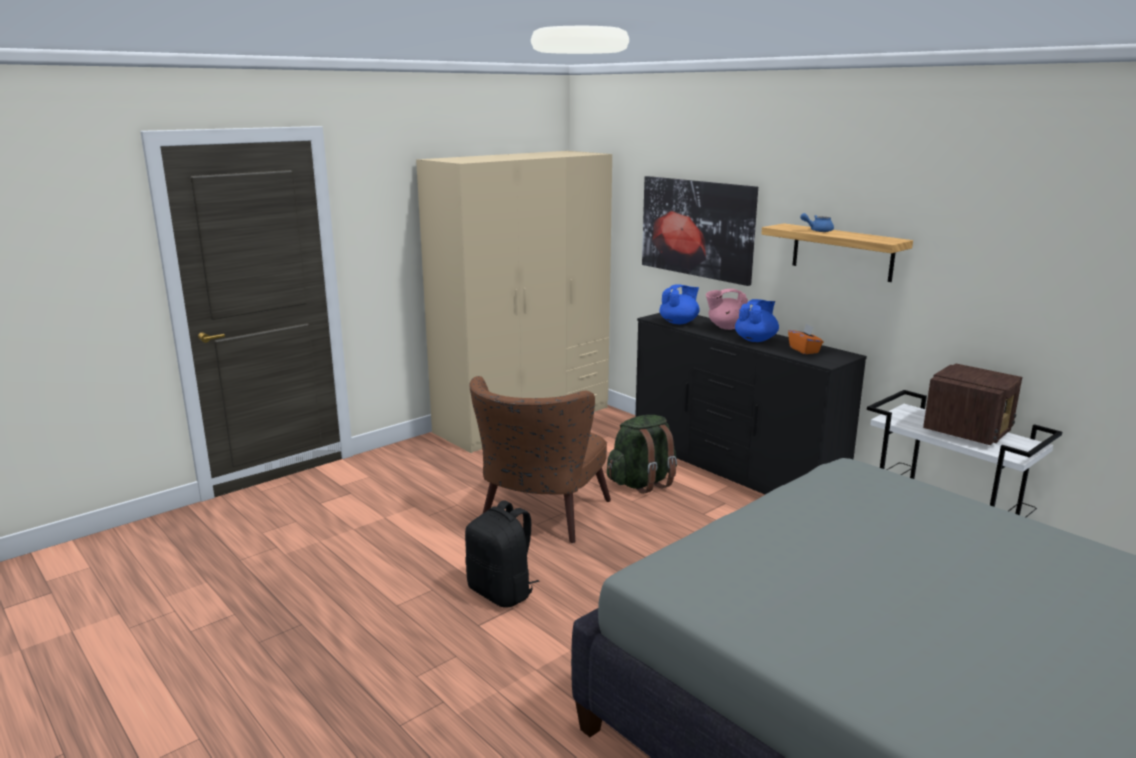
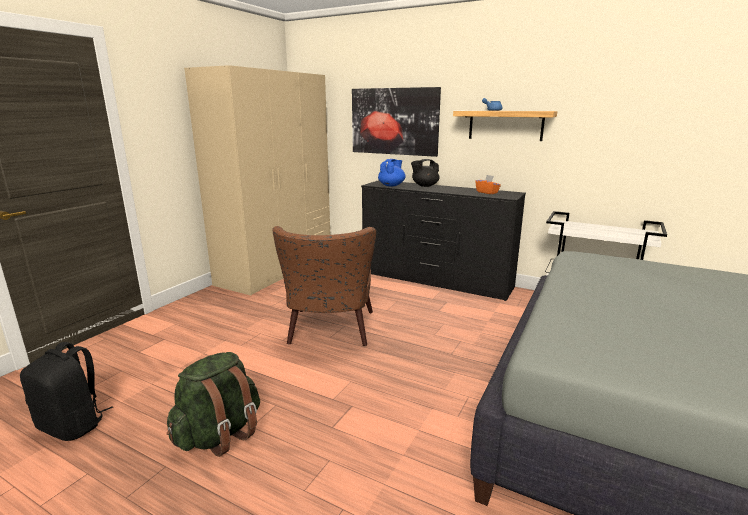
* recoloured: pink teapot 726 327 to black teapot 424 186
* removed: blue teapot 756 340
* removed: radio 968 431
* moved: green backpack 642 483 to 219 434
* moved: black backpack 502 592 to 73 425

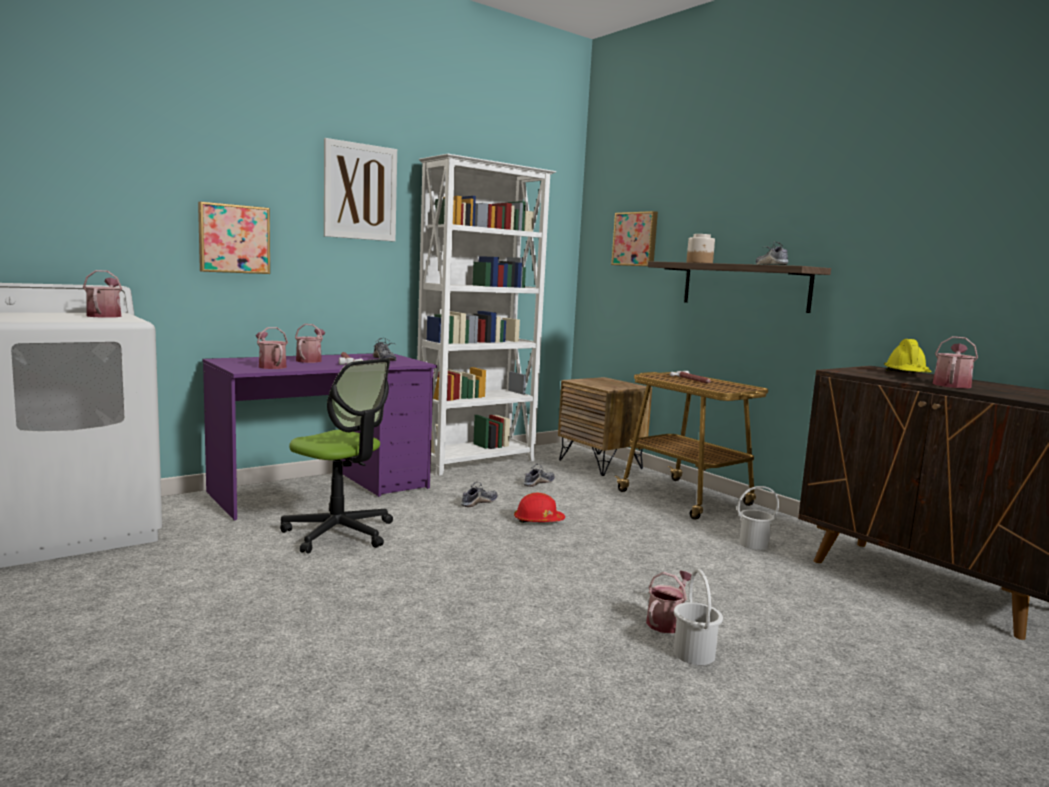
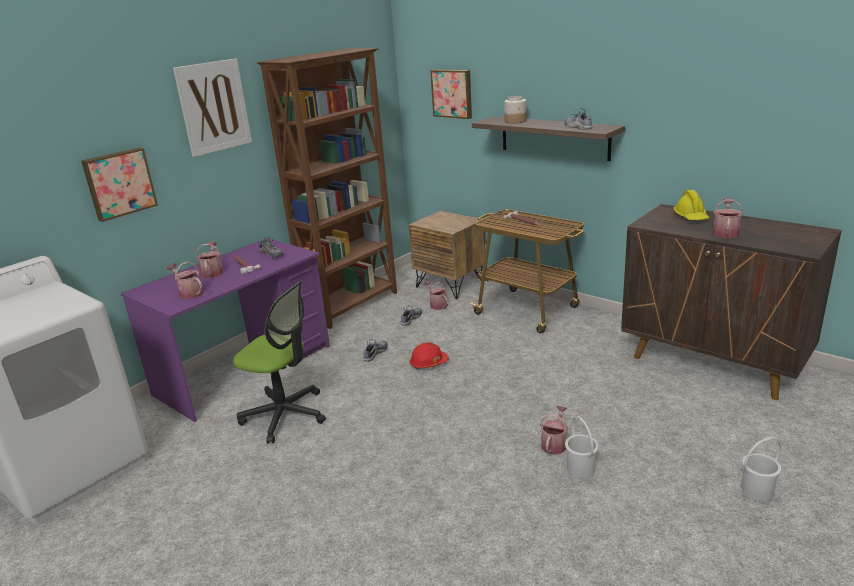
* recoloured: white bookcase 477 462 to brown bookcase 352 305
* moved: watering can 105 315 to 437 304
* moved: white bucket 753 544 to 756 489

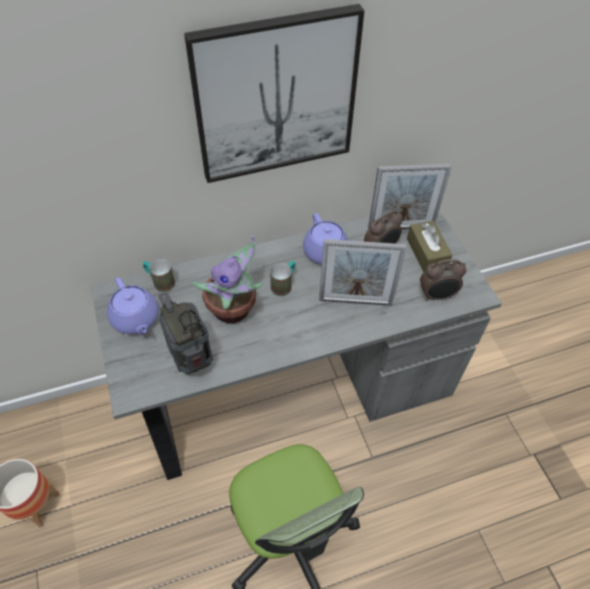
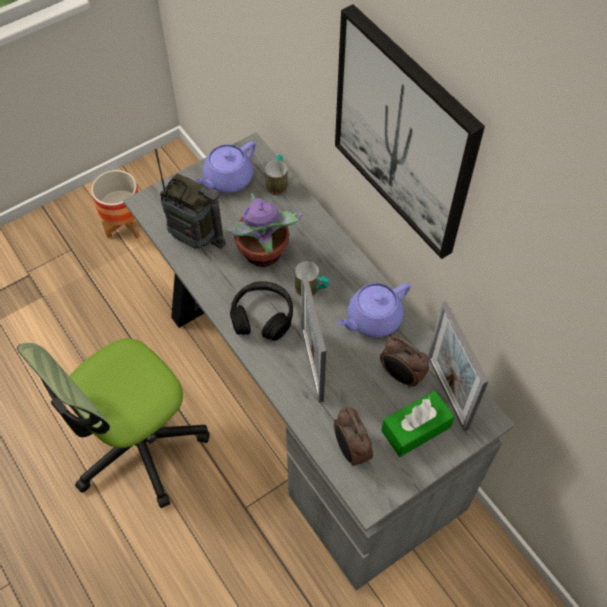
* recoloured: brown tissue box 426 253 to green tissue box 415 429
* turned: radio 192 360 = 194 238 75 degrees clockwise
* added: black headphones 262 316

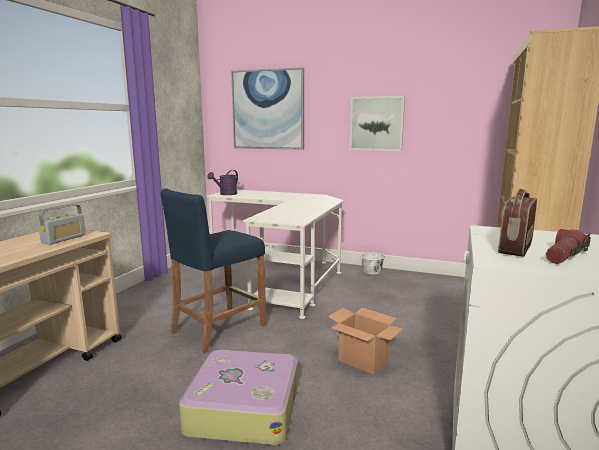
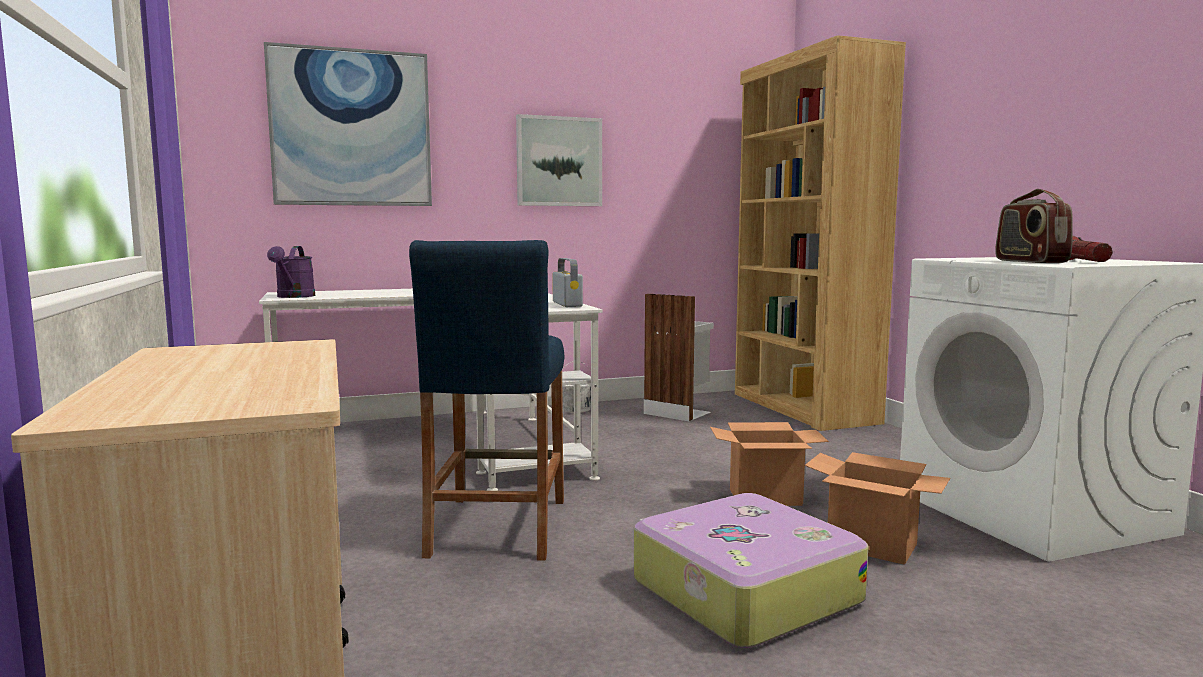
* moved: radio 64 239 to 567 304
* added: white trash can 678 412
* added: cardboard box 873 546

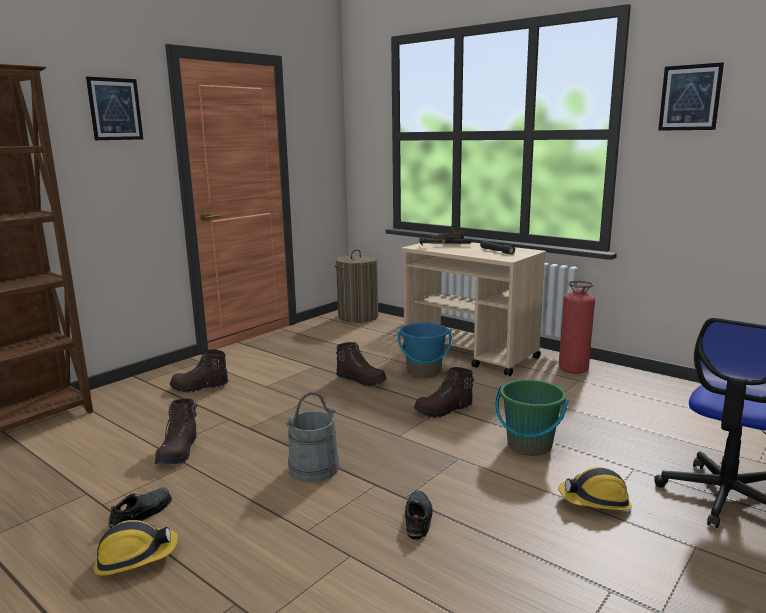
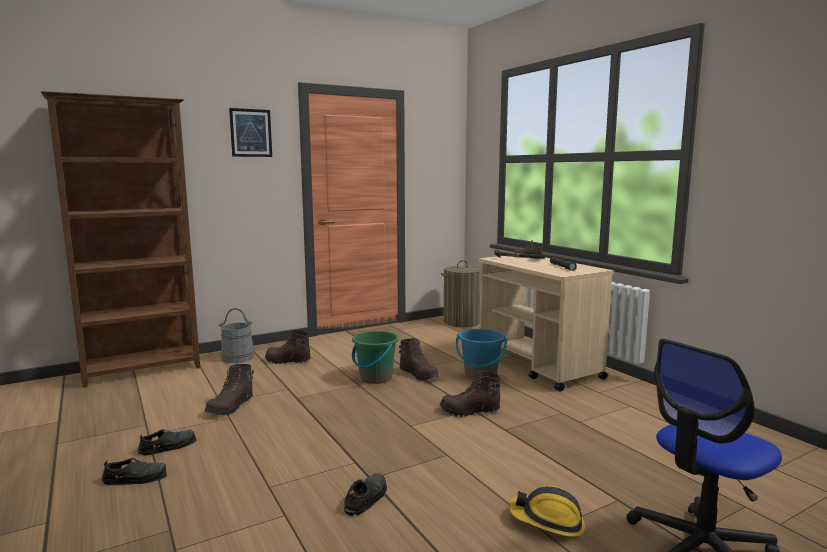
* removed: picture 690 97
* removed: fire extinguisher 573 369
* moved: green bucket 529 445 to 375 378
* moved: grey bucket 313 468 to 238 357
* replaced: hard hat 136 557 to black shoe 136 478

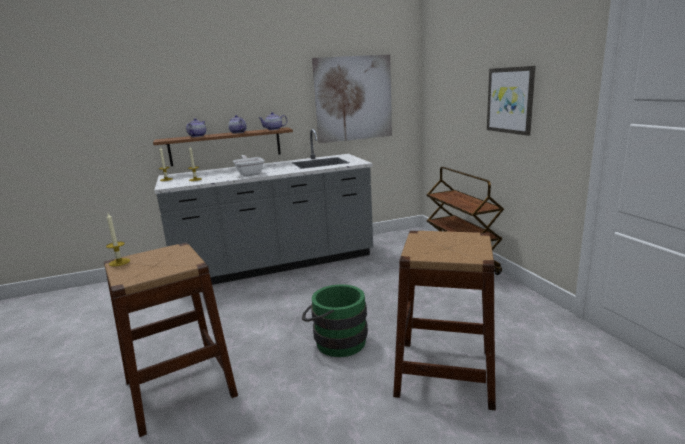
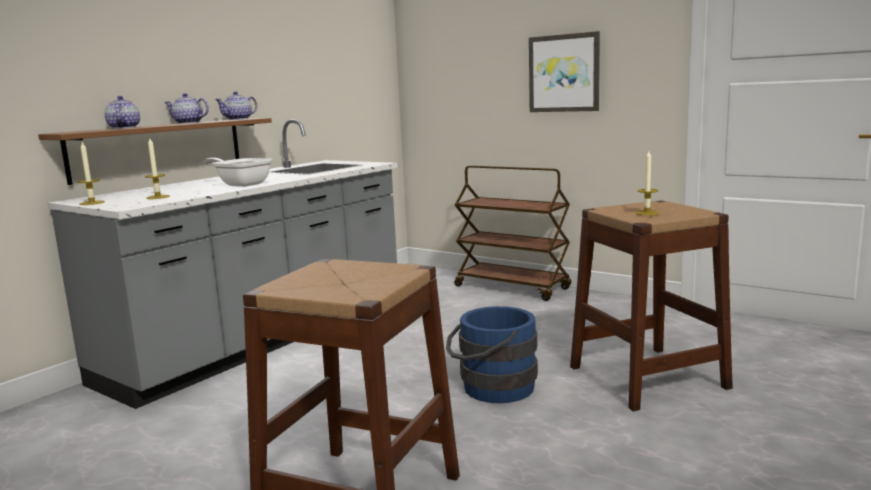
* removed: picture 353 98
* moved: candle 119 262 to 647 213
* recoloured: green bucket 335 341 to blue bucket 491 388

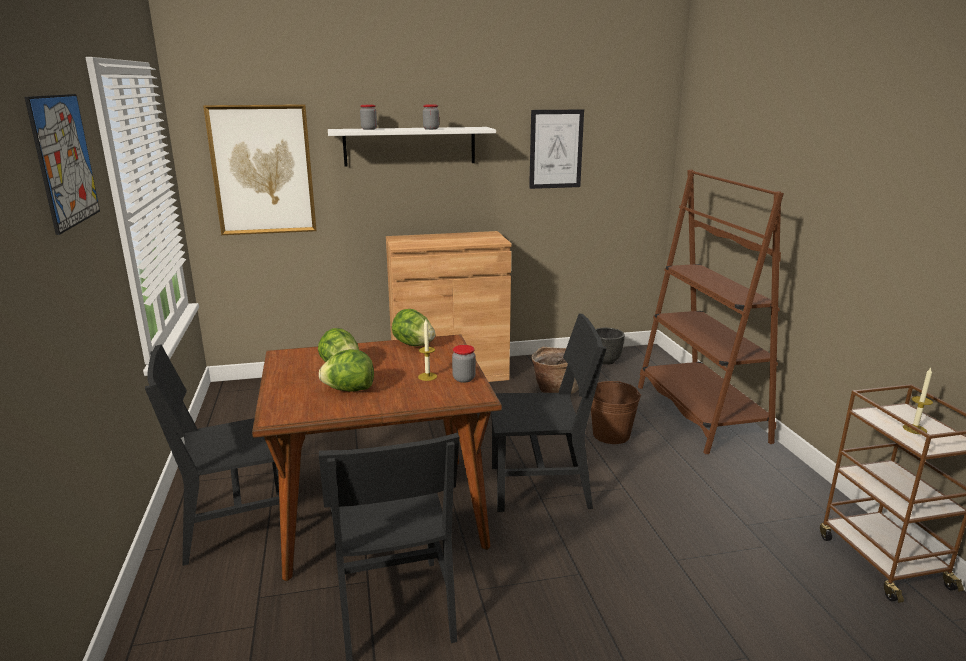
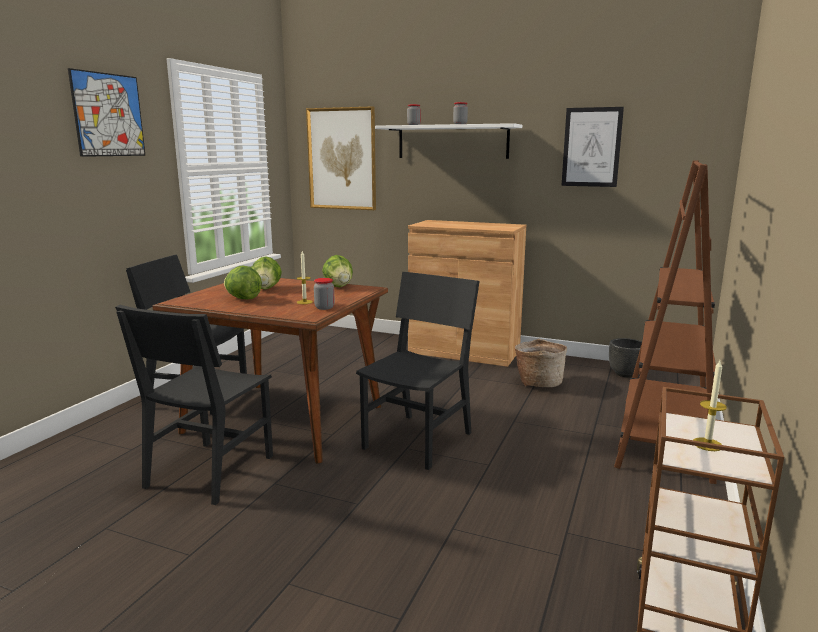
* turned: black chair 540 487 = 418 440 90 degrees counterclockwise
* removed: brown bucket 611 434

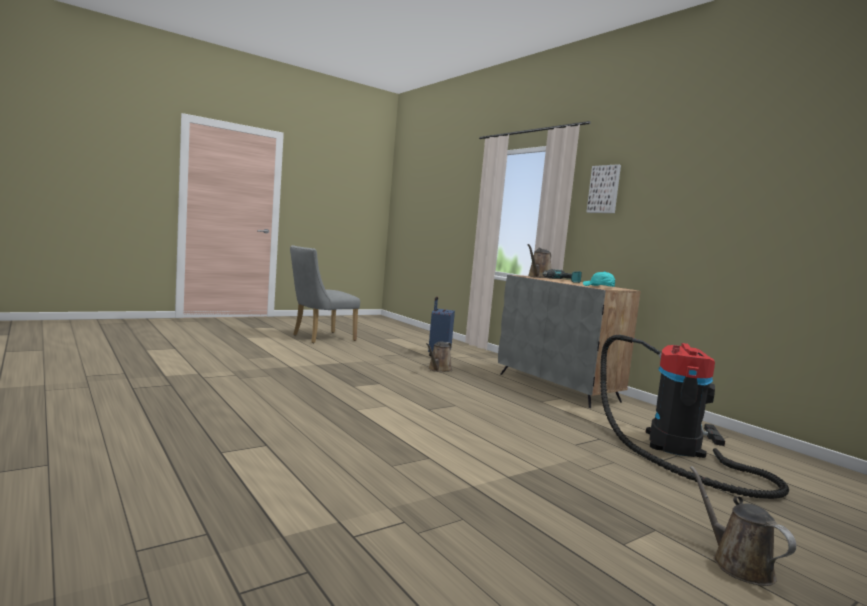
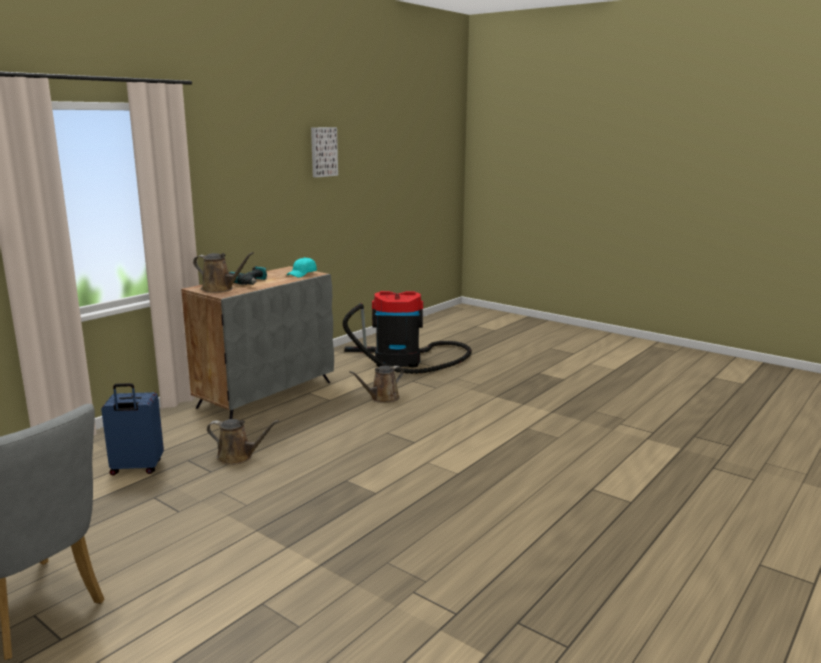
* moved: picture 604 189 to 323 152
* moved: brown watering can 737 564 to 382 398

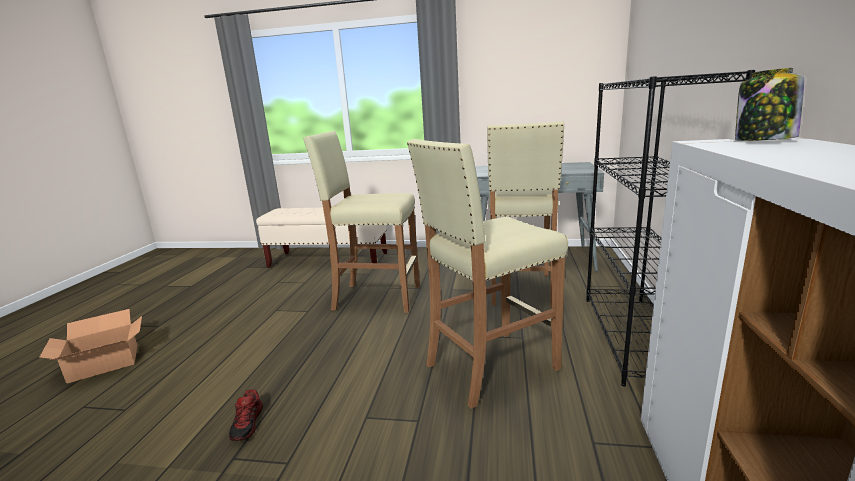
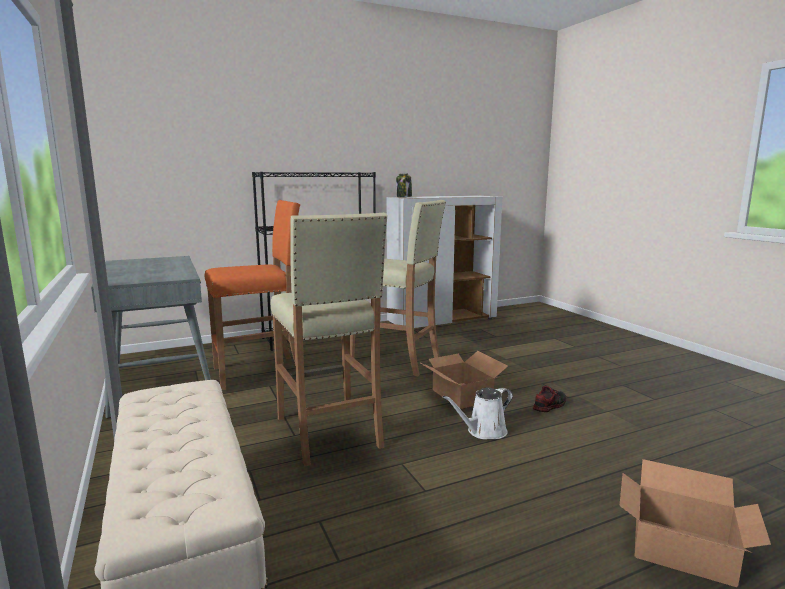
* recoloured: beige stool 520 289 to orange stool 259 372
* added: cardboard box 462 395
* added: white watering can 483 432

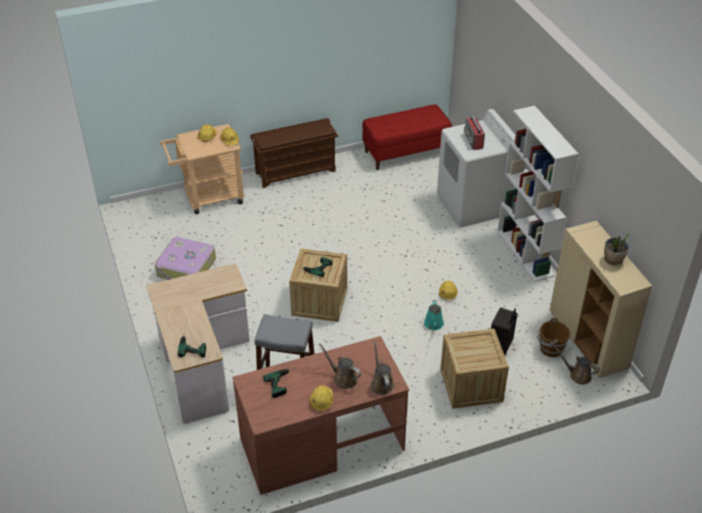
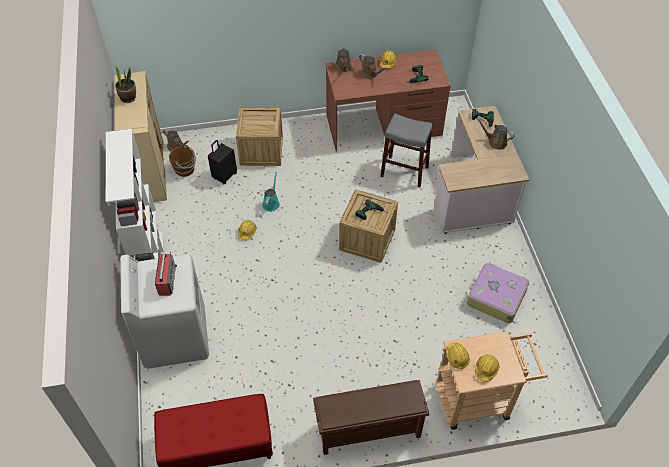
* added: brown watering can 495 142

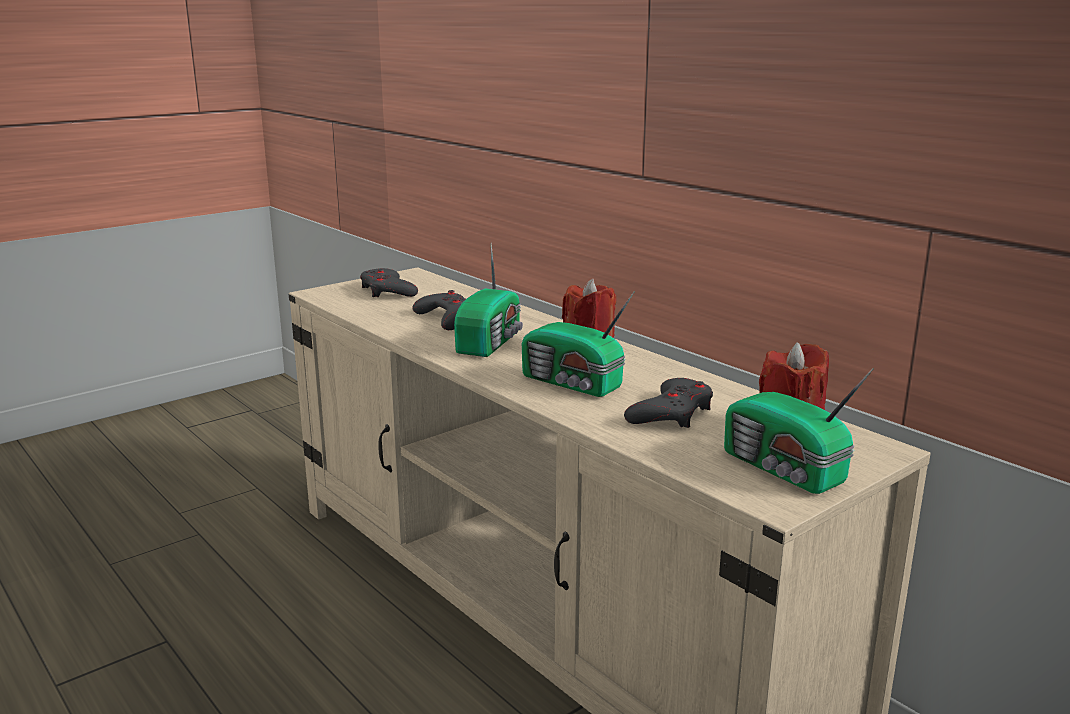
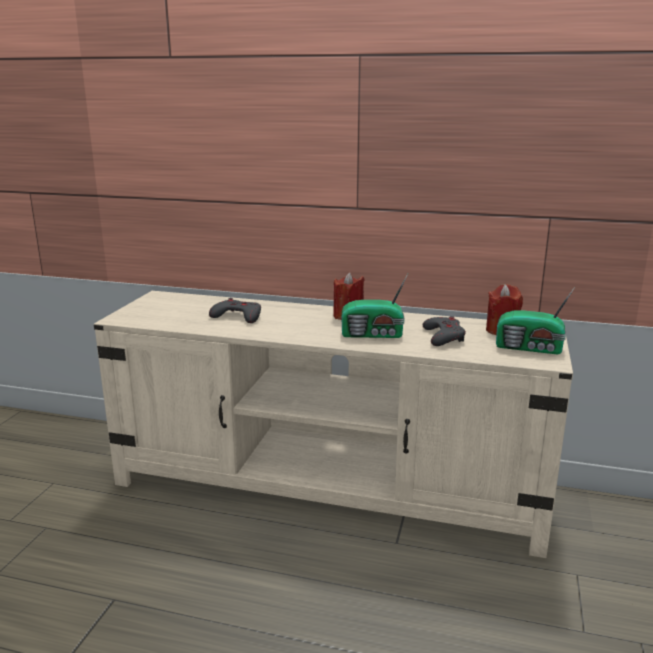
* removed: radio 492 342
* removed: grey game controller 387 290

